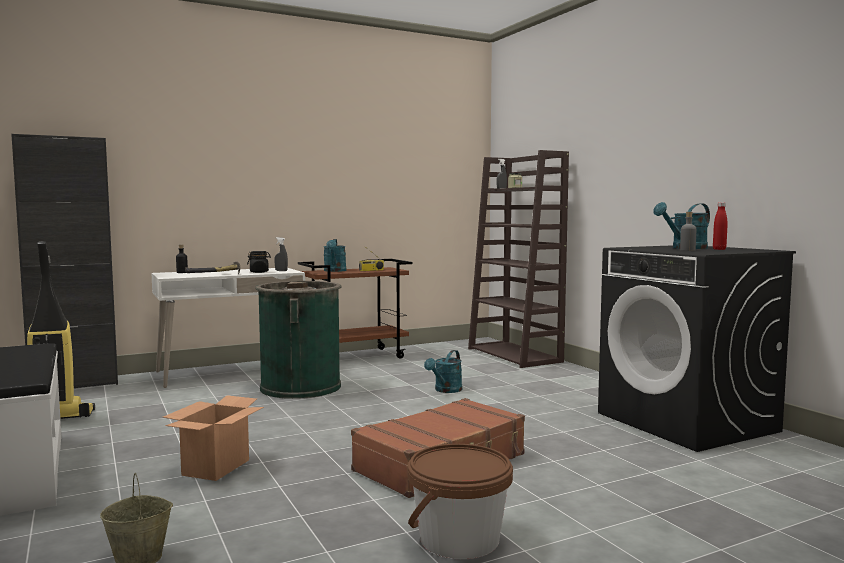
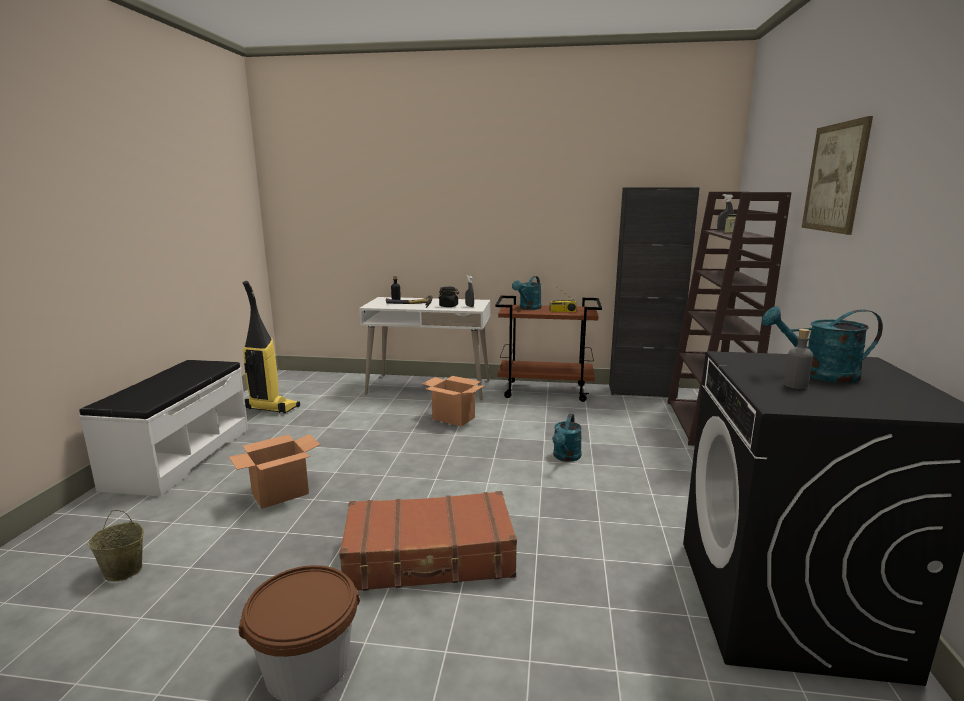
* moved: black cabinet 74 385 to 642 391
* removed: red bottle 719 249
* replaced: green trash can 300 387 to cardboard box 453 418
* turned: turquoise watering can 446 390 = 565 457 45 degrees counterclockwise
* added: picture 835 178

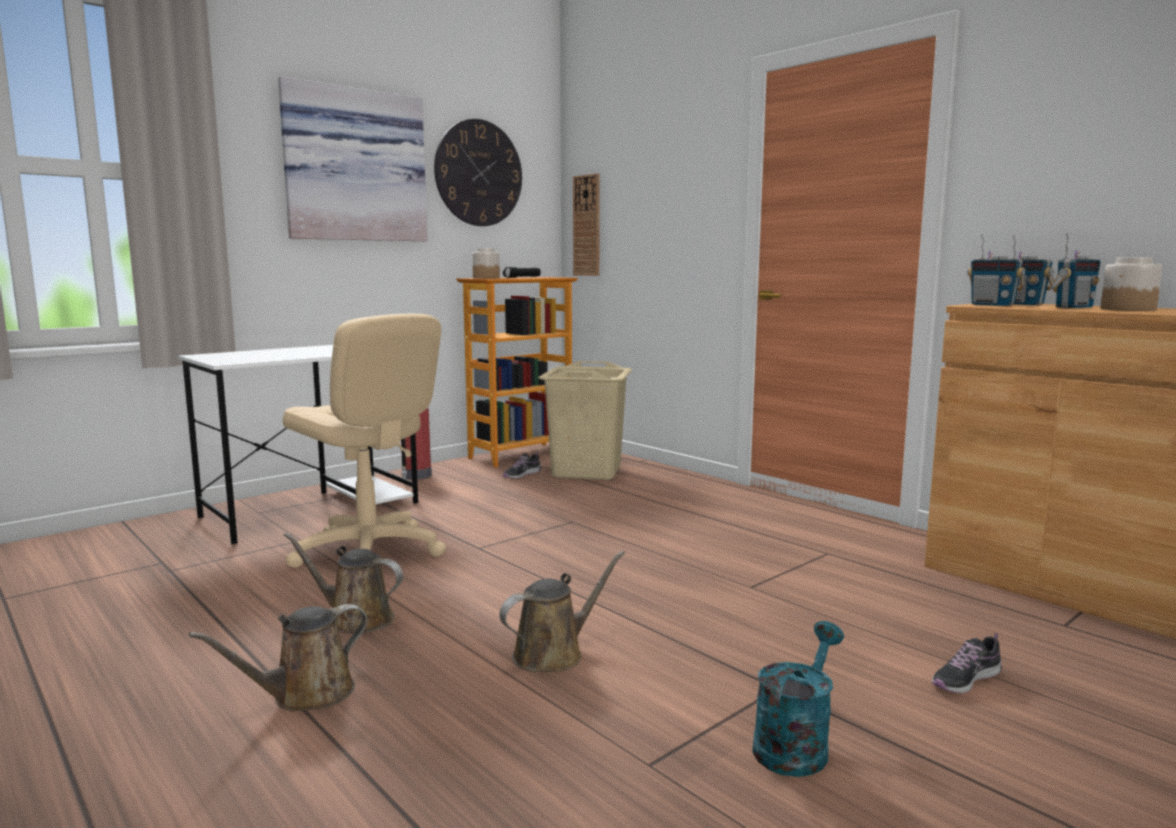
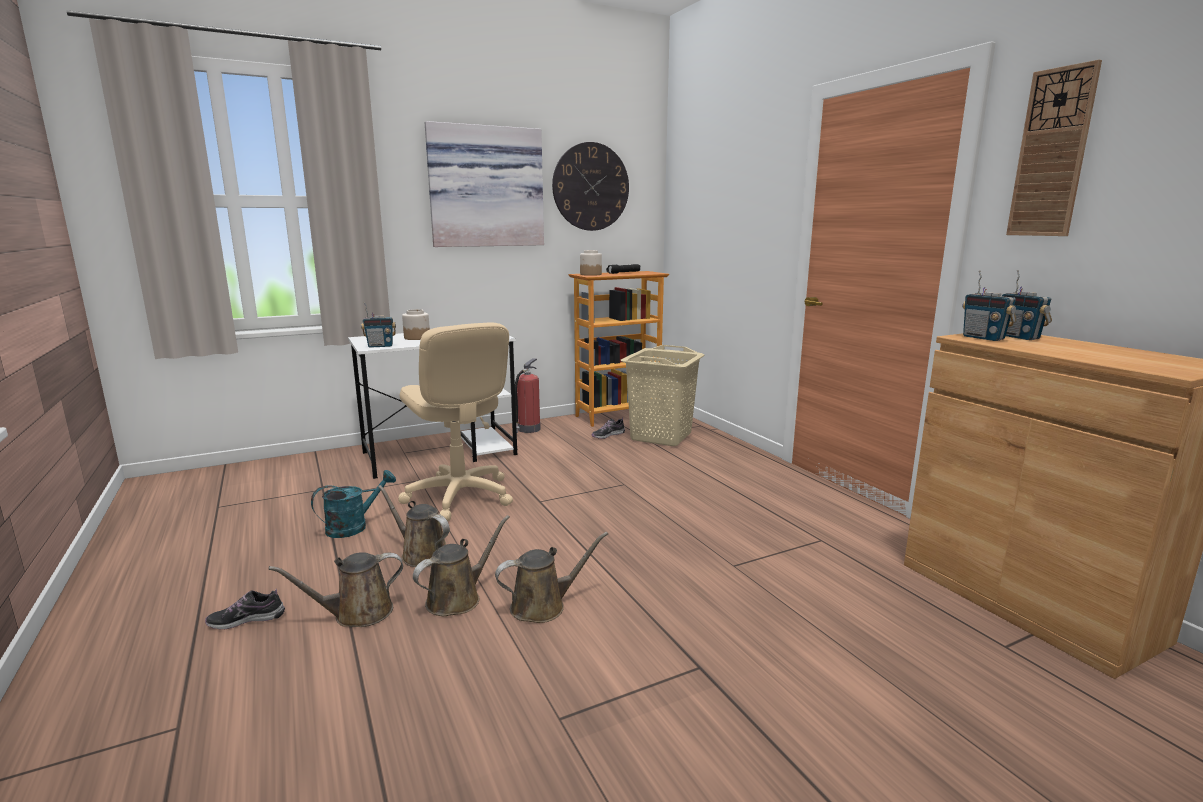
* moved: wall clock 587 225 to 1052 153
* moved: radio 1073 307 to 380 346
* moved: jar 1127 309 to 417 337
* moved: turquoise watering can 795 744 to 354 526
* moved: shoe 965 679 to 247 620
* added: brown watering can 458 598

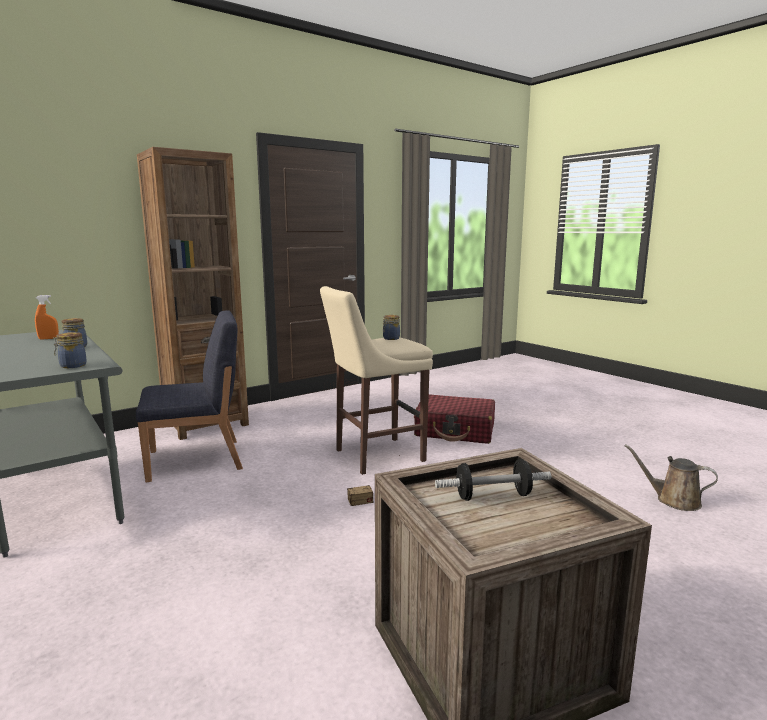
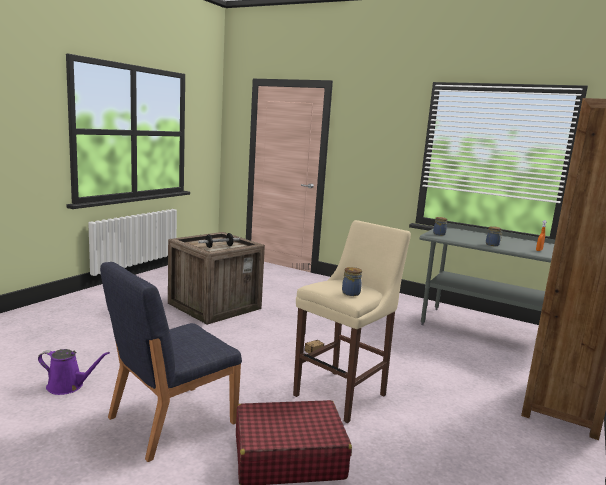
* moved: blue chair 196 460 to 170 420
* recoloured: brown watering can 673 500 to purple watering can 68 386

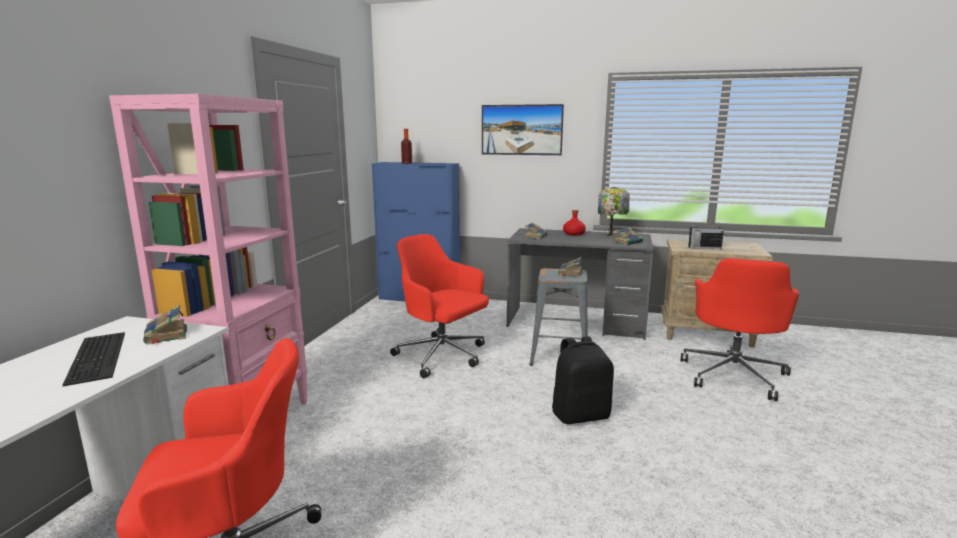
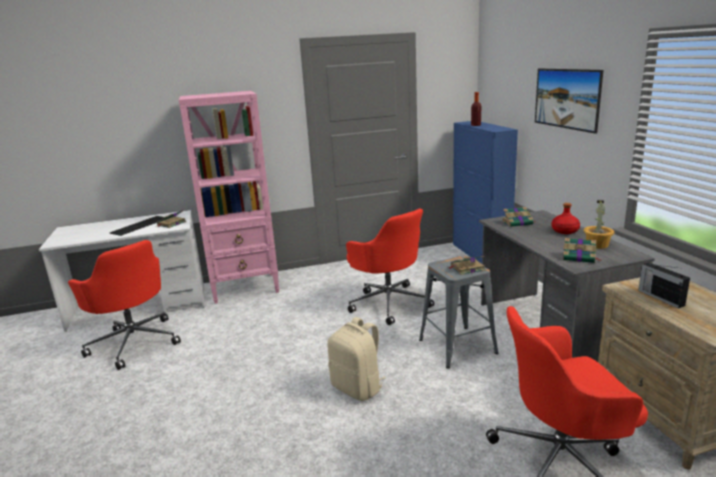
* replaced: table lamp 611 235 to potted plant 597 245
* turned: red office chair 442 356 = 388 303 135 degrees clockwise
* recoloured: black backpack 580 415 to beige backpack 358 388

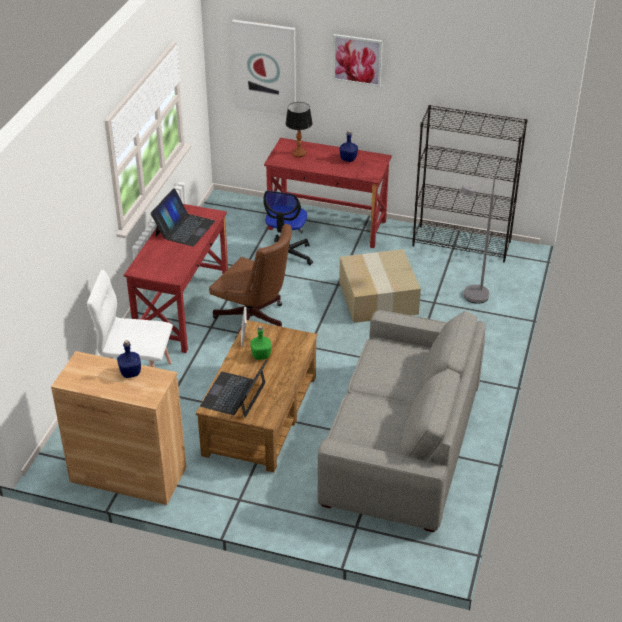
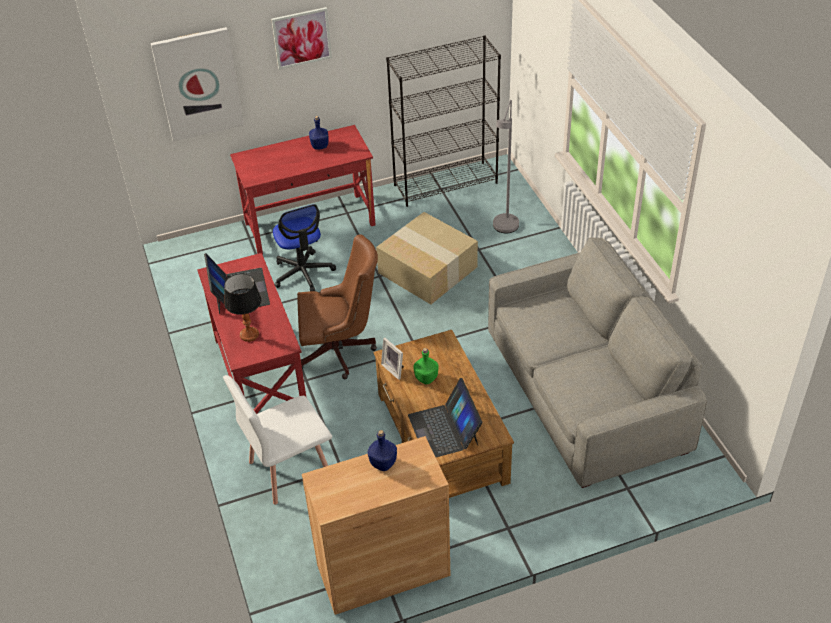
* moved: table lamp 299 153 to 249 335

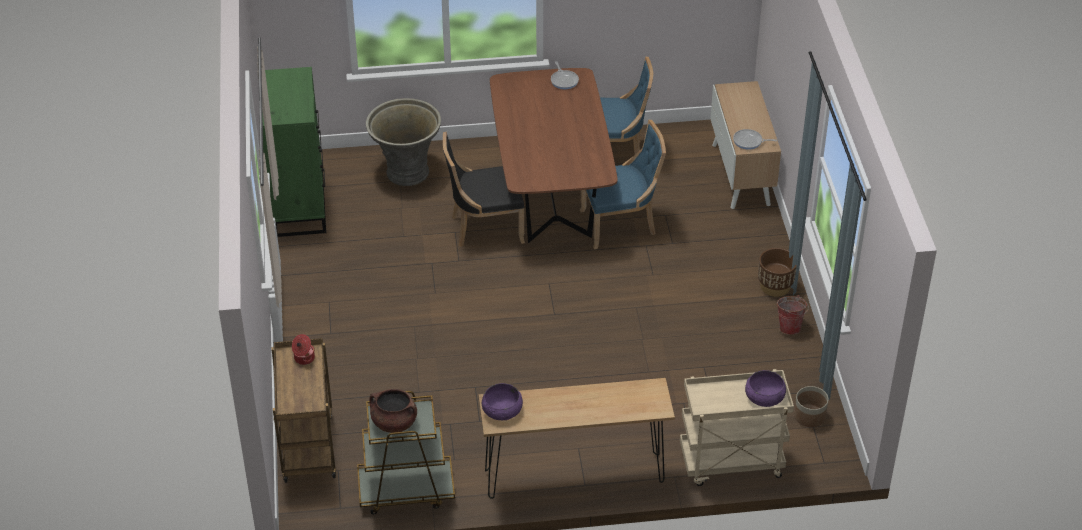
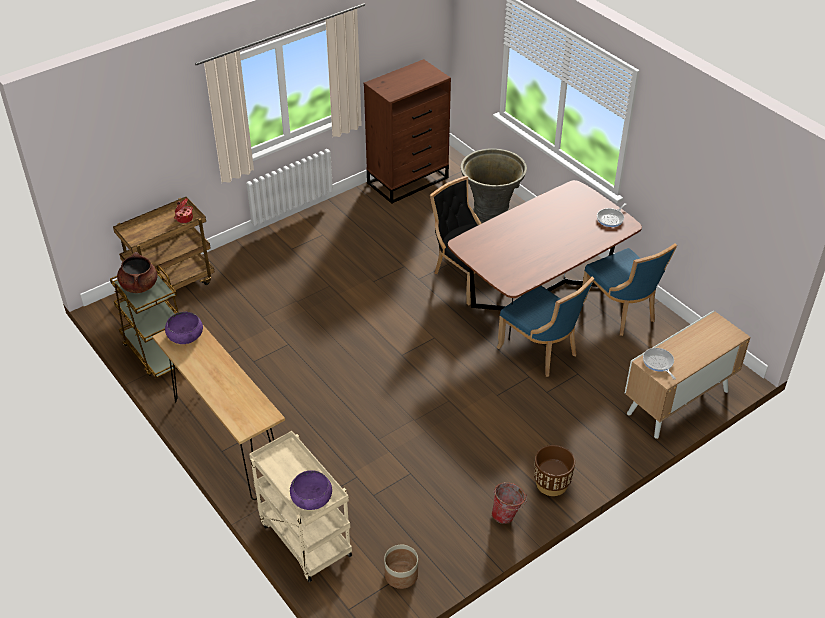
* recoloured: green dresser 299 205 to brown dresser 408 180

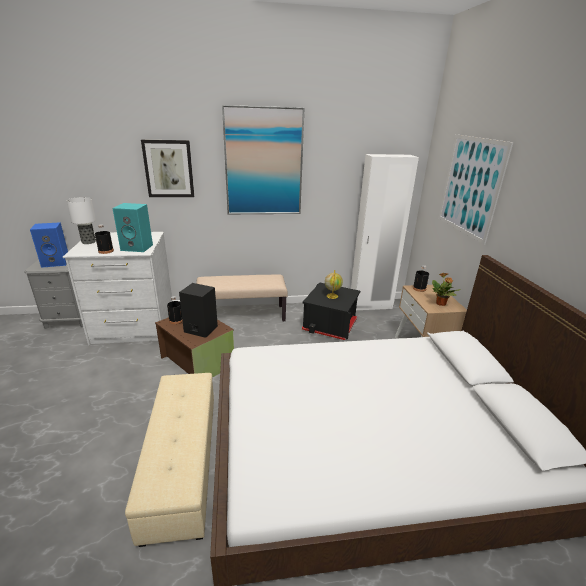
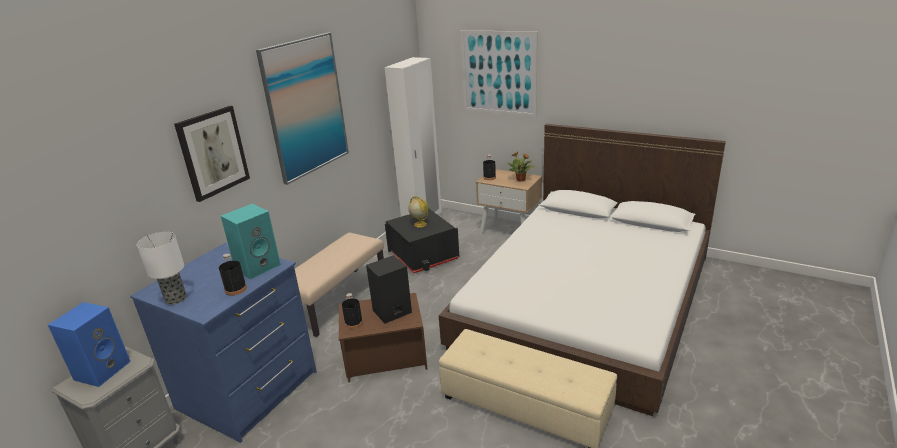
* recoloured: white dresser 134 327 to blue dresser 249 390

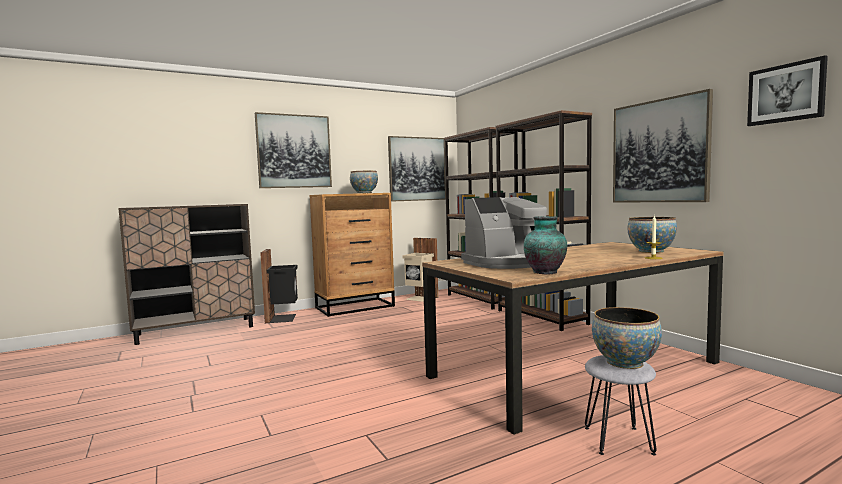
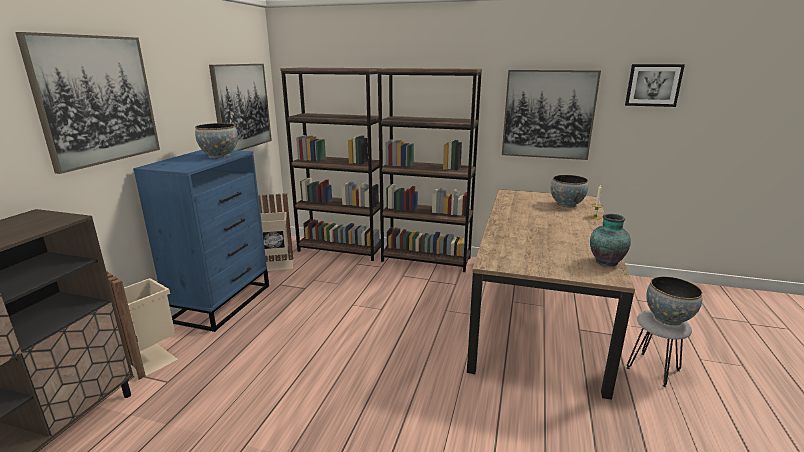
* recoloured: brown dresser 355 307 to blue dresser 222 302
* removed: coffee machine 507 263
* recoloured: black trash can 282 318 to beige trash can 150 359

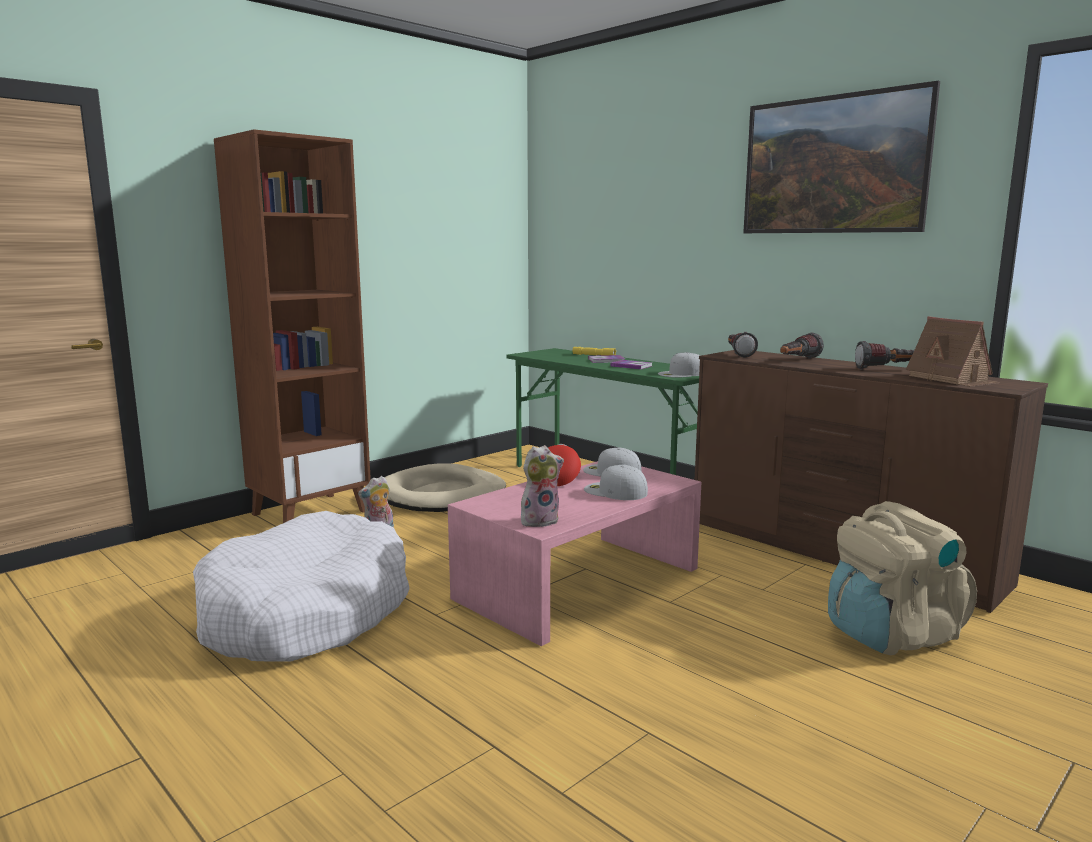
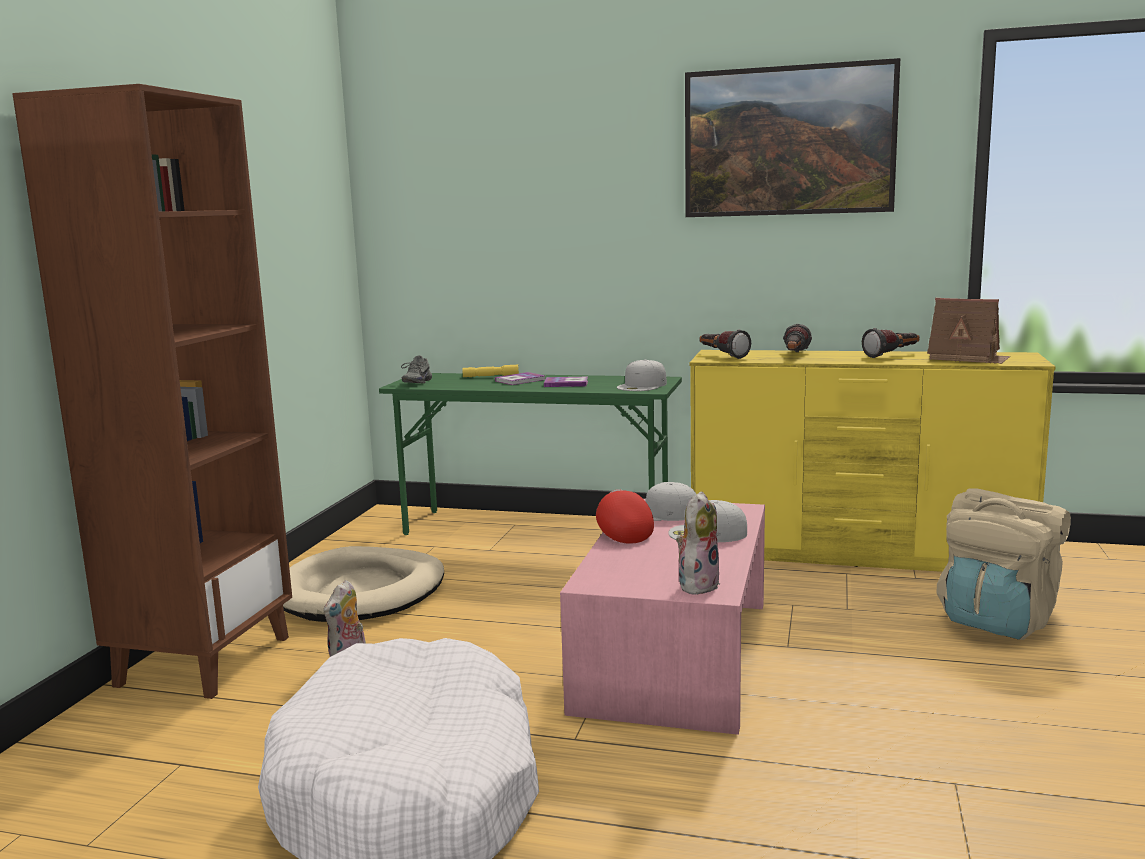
* recoloured: brown dresser 838 553 to yellow dresser 857 554
* added: grey shoe 415 382

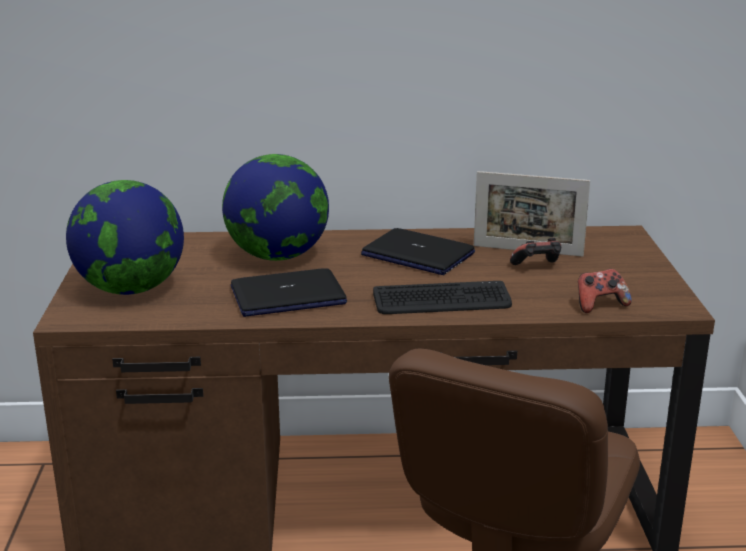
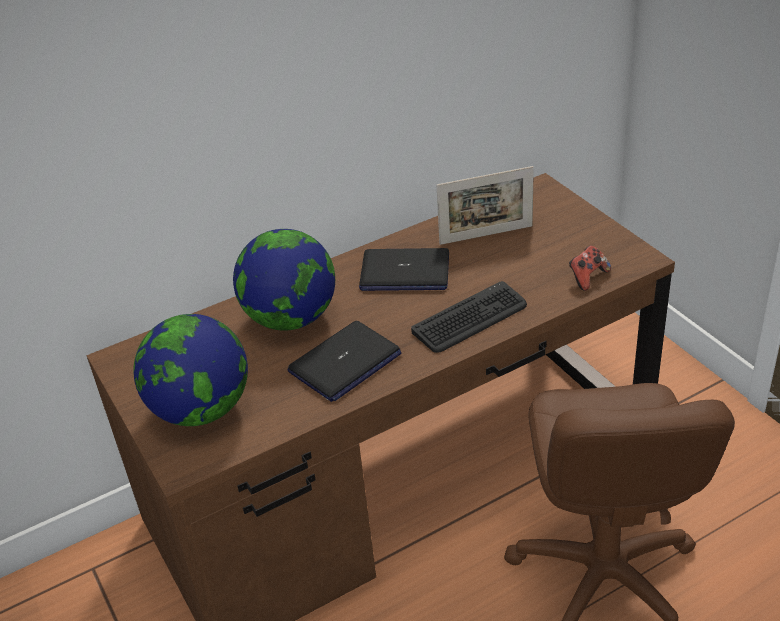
* removed: game controller 537 267

